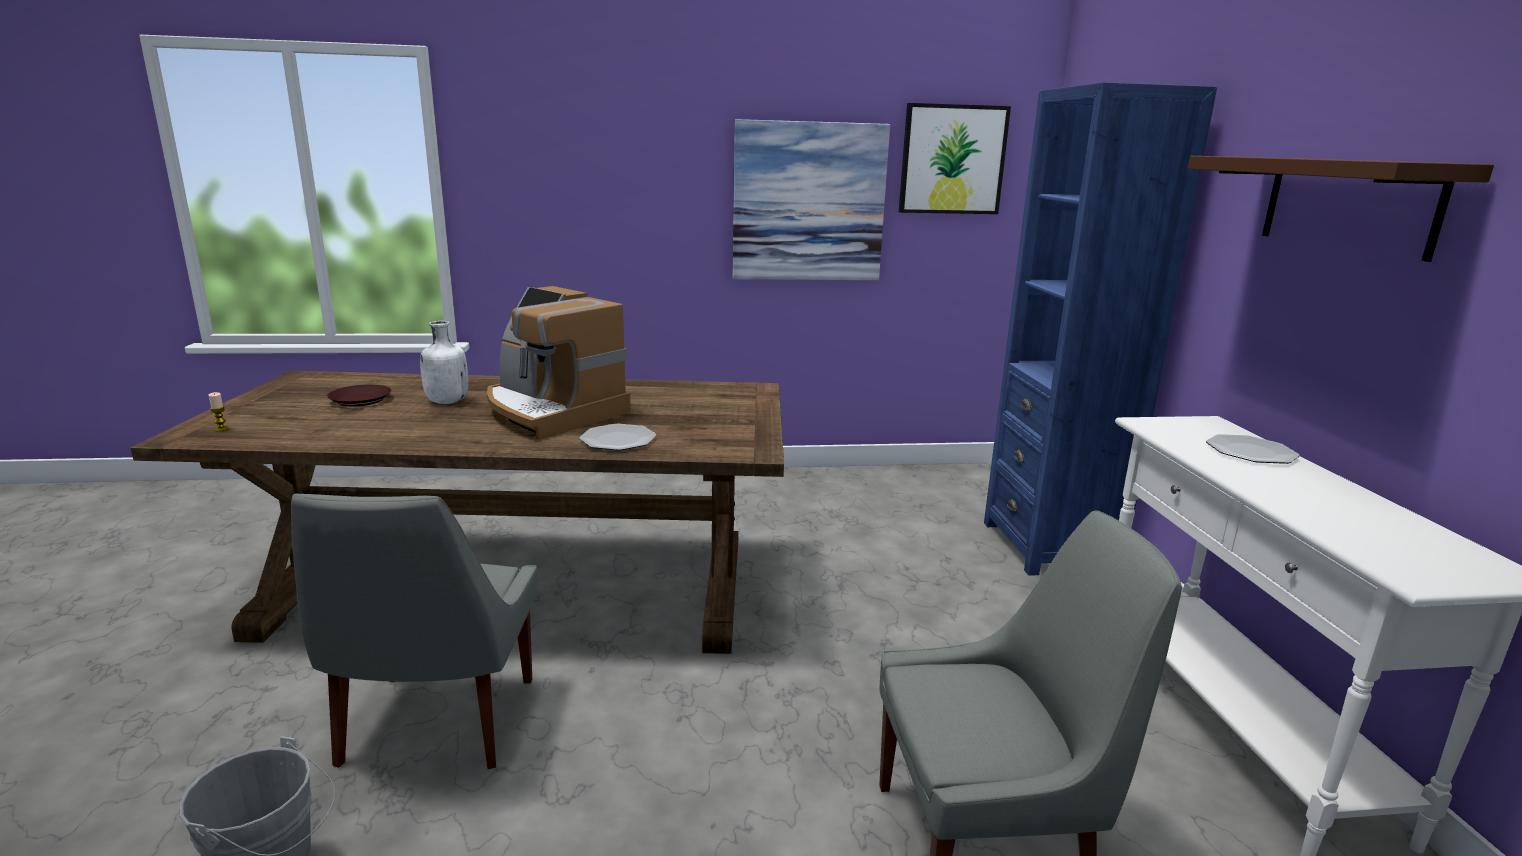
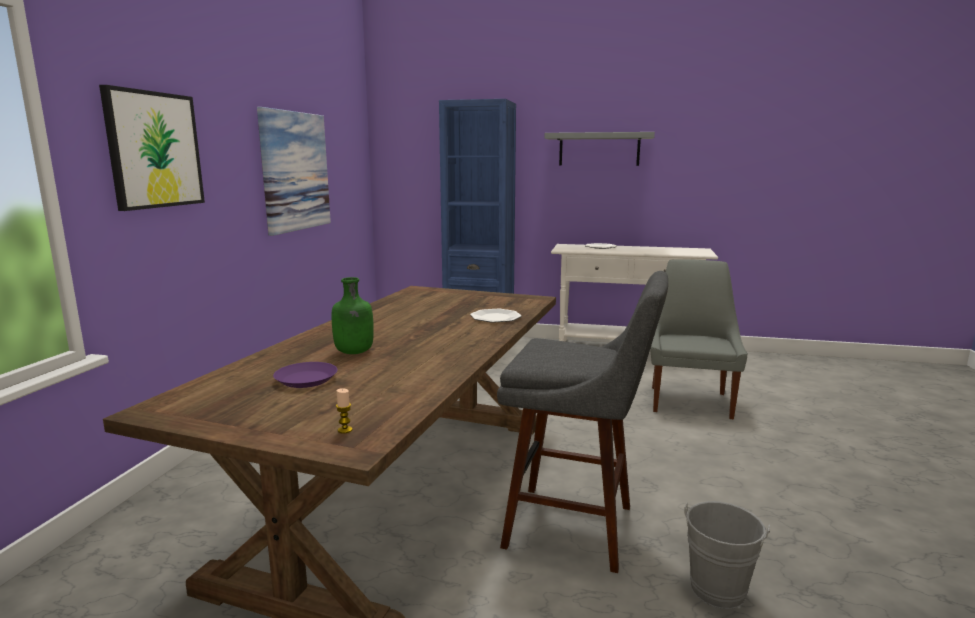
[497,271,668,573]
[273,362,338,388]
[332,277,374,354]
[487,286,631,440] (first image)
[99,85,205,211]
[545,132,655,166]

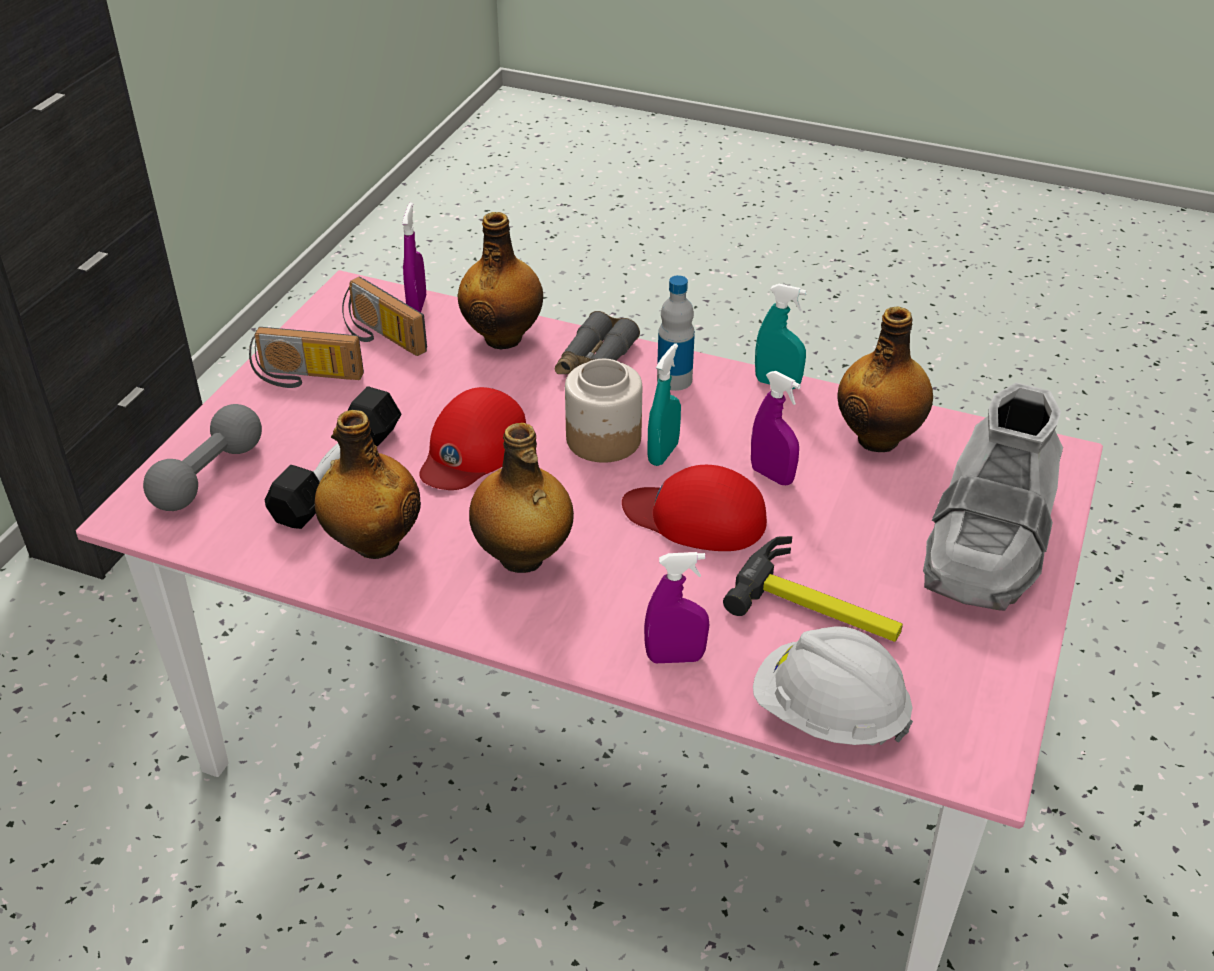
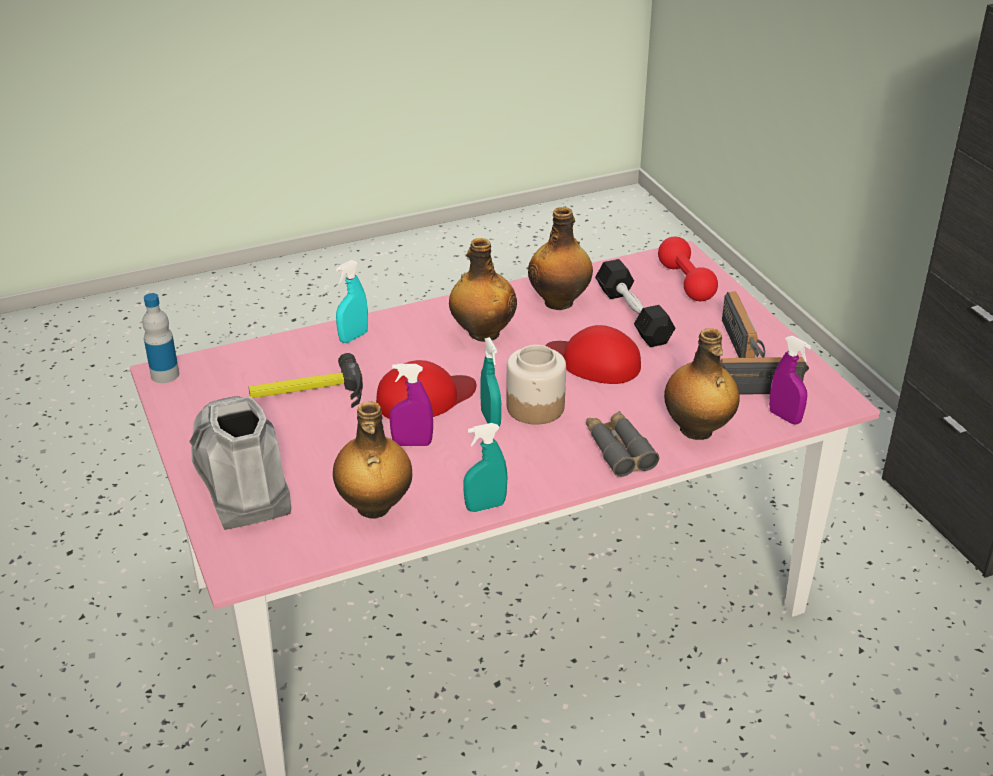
[658,237,718,301]
[722,292,765,358]
[545,325,641,384]
[336,260,368,343]
[142,293,179,383]
[753,626,913,745] (first image)

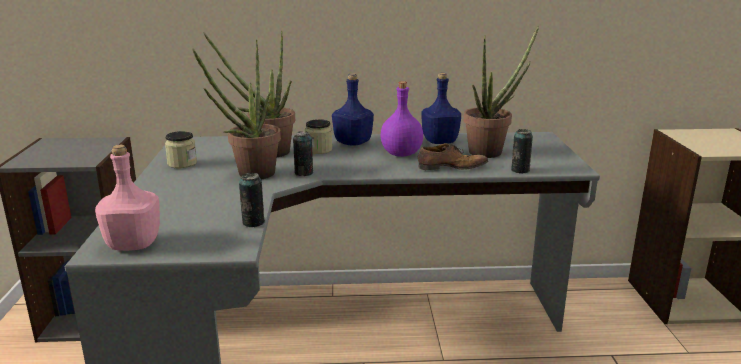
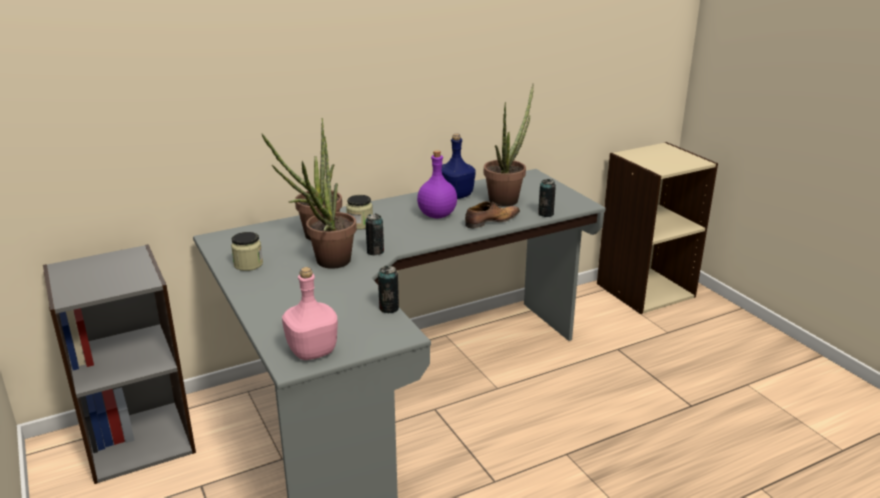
[332,73,374,146] (first image)

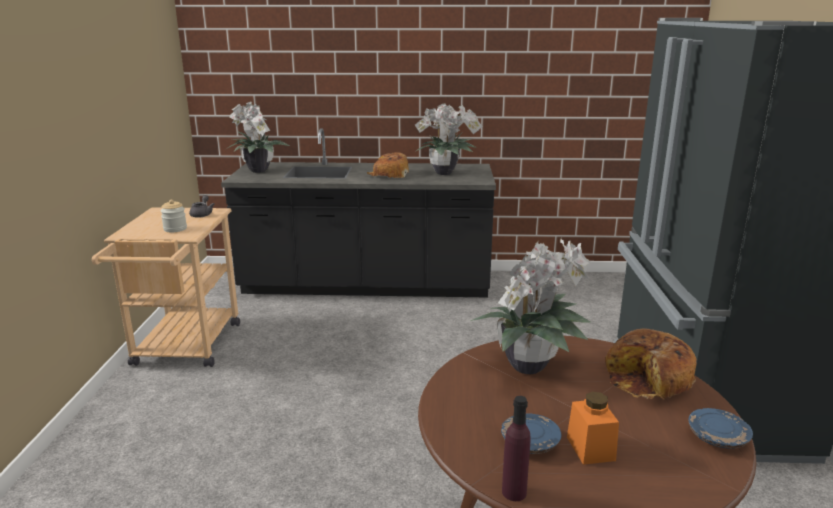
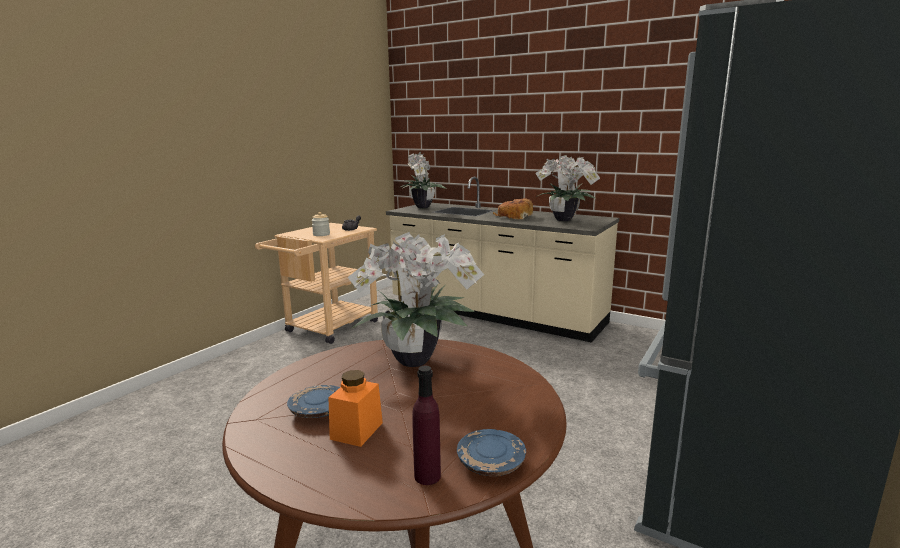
[386,177,619,343]
[412,366,441,485]
[605,329,697,399] (first image)

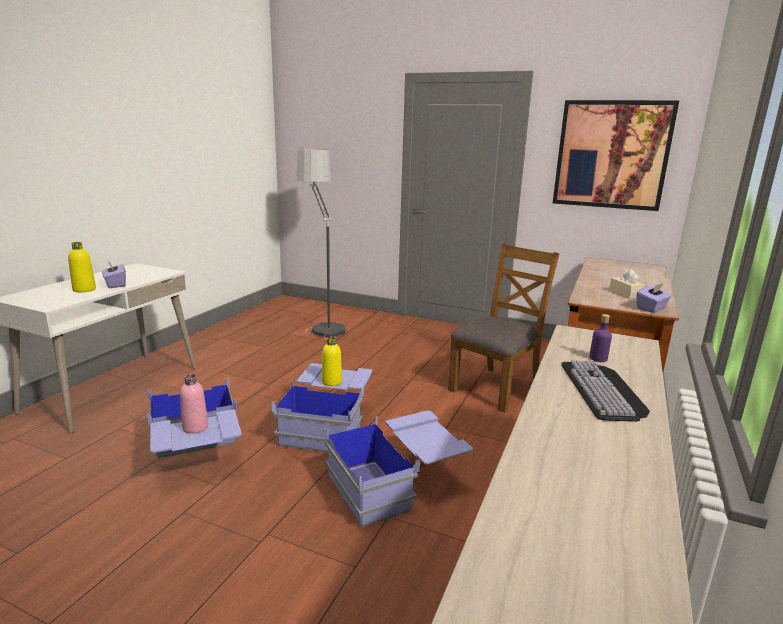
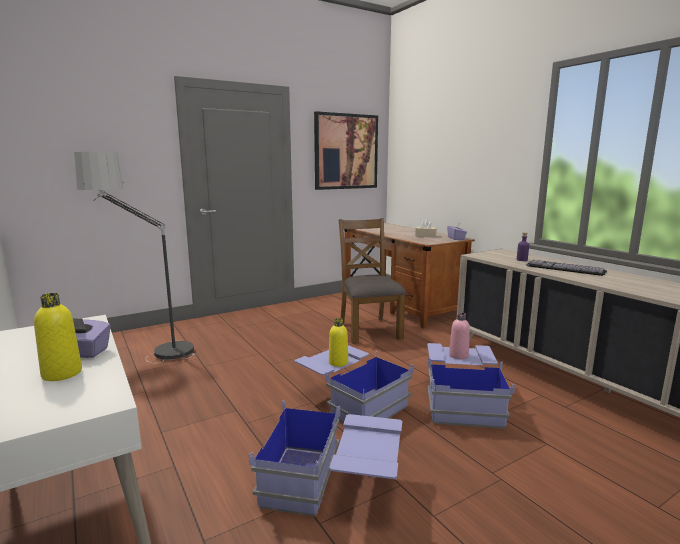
[449,313,470,359]

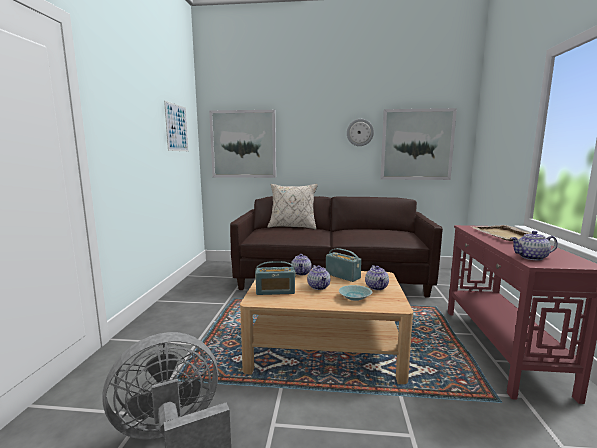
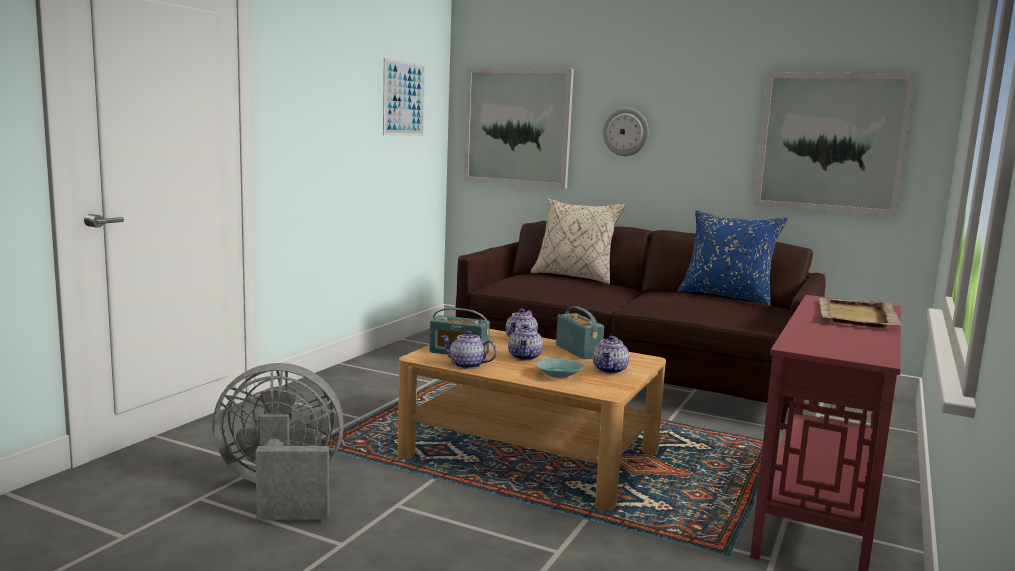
[603,108,649,156]
[441,330,497,369]
[678,210,787,307]

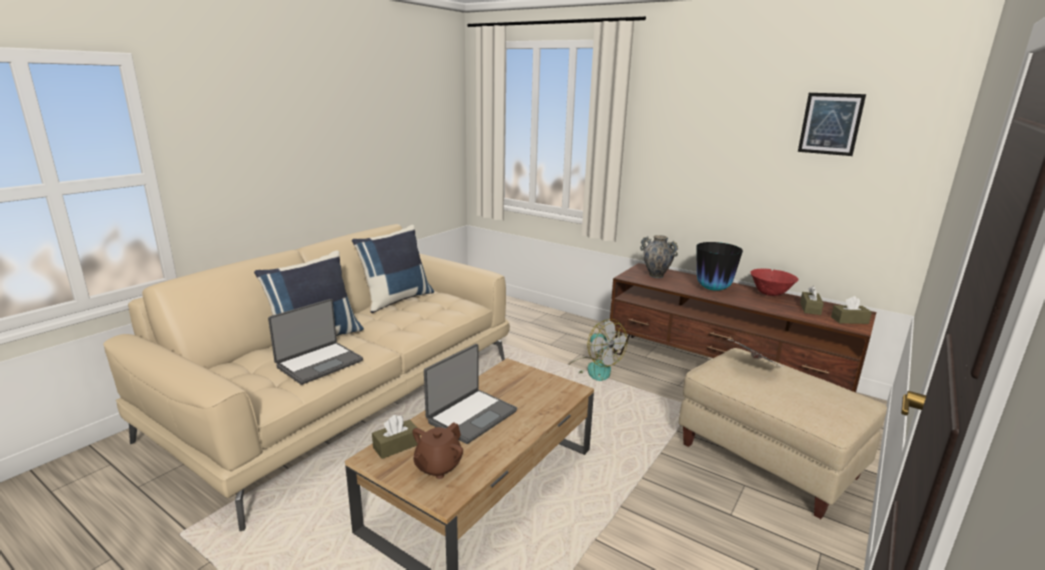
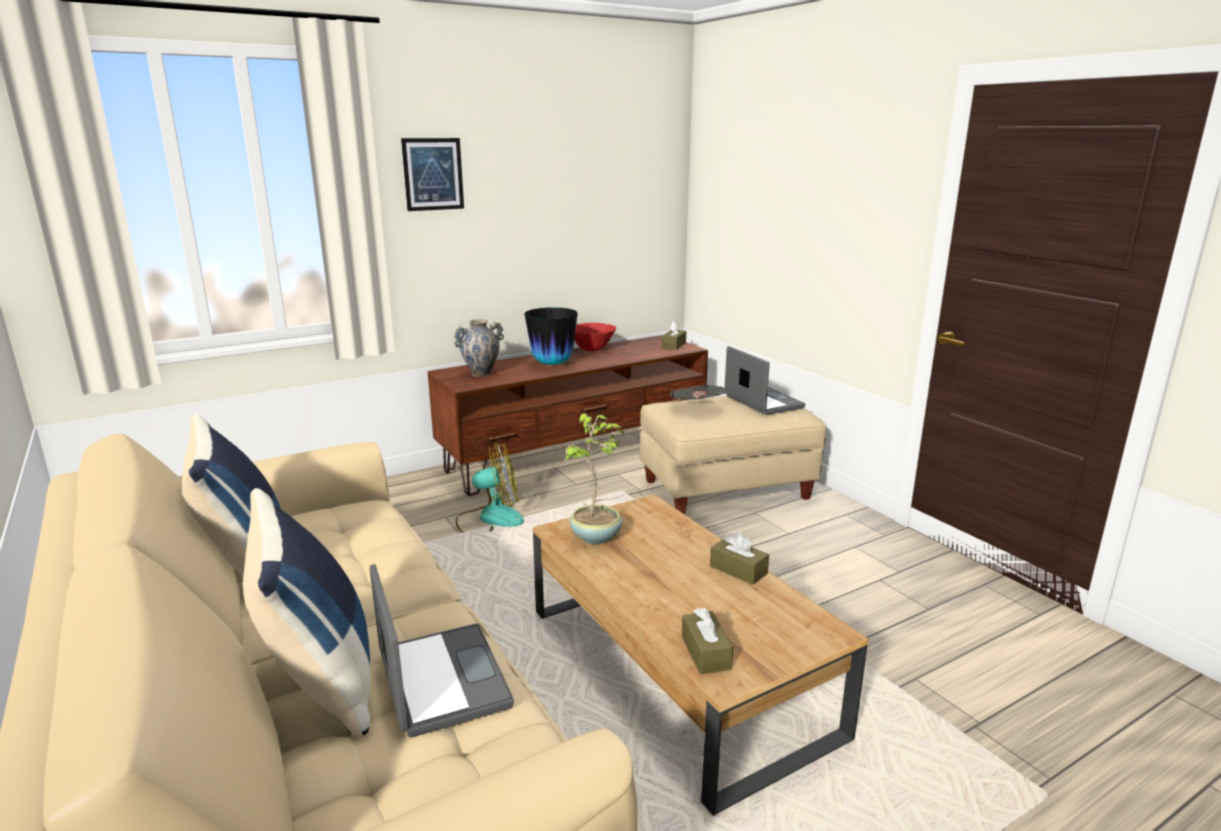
[412,422,463,479] (first image)
[725,346,805,415]
[401,138,464,211]
[710,532,769,585]
[565,413,625,544]

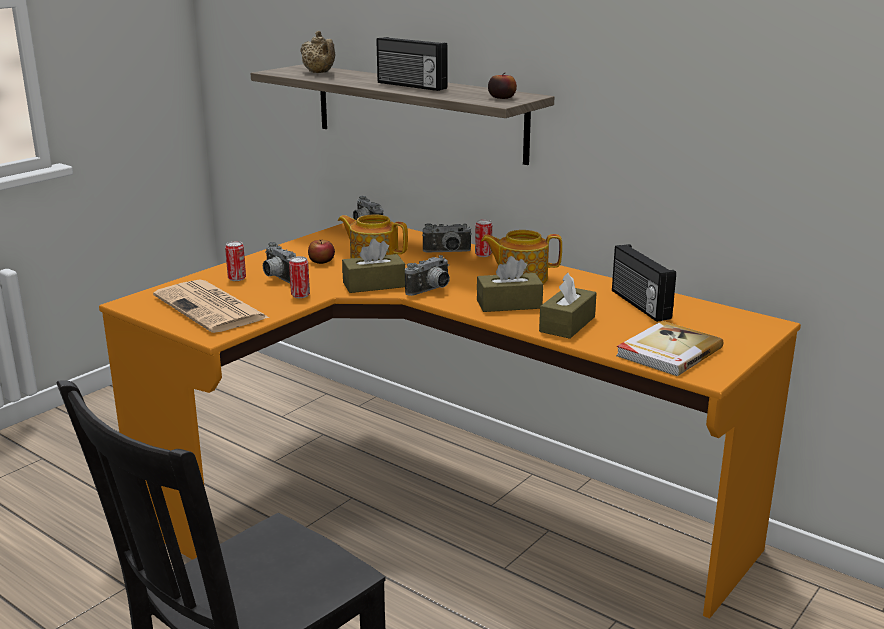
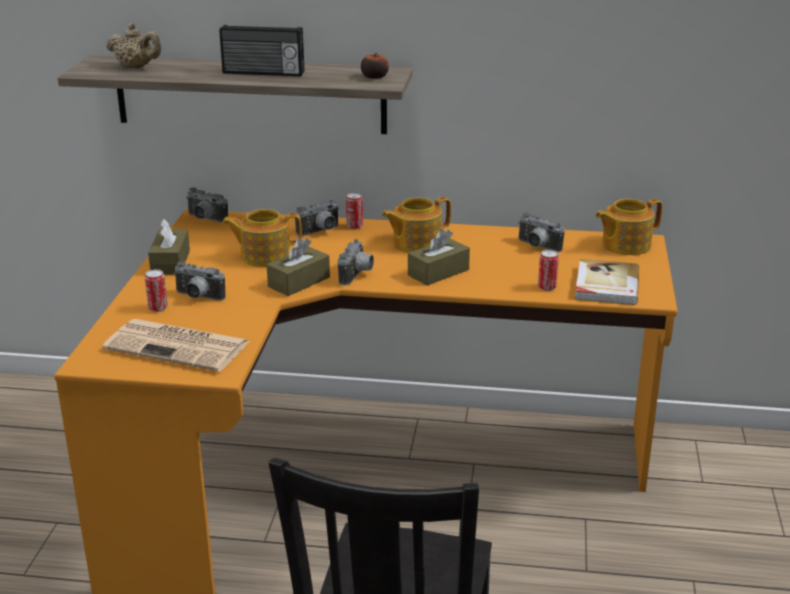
[538,250,559,291]
[308,240,335,264] (first image)
[148,218,190,275]
[518,212,565,252]
[595,199,663,255]

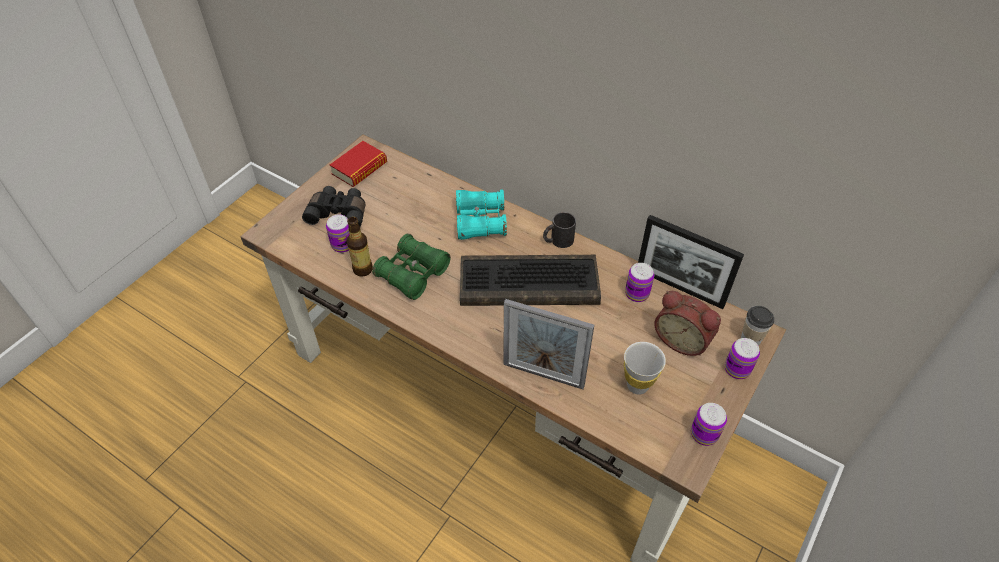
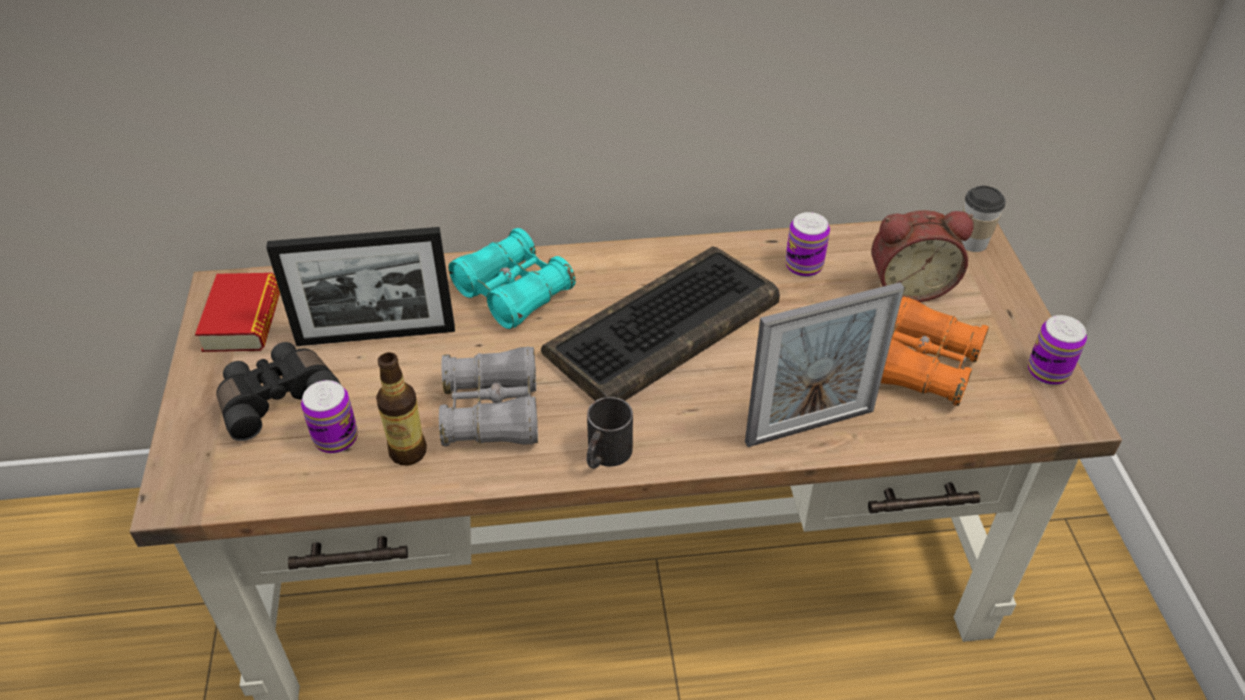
[439,347,538,446]
[587,397,633,469]
[881,297,989,406]
[266,227,455,346]
[725,338,760,379] (first image)

